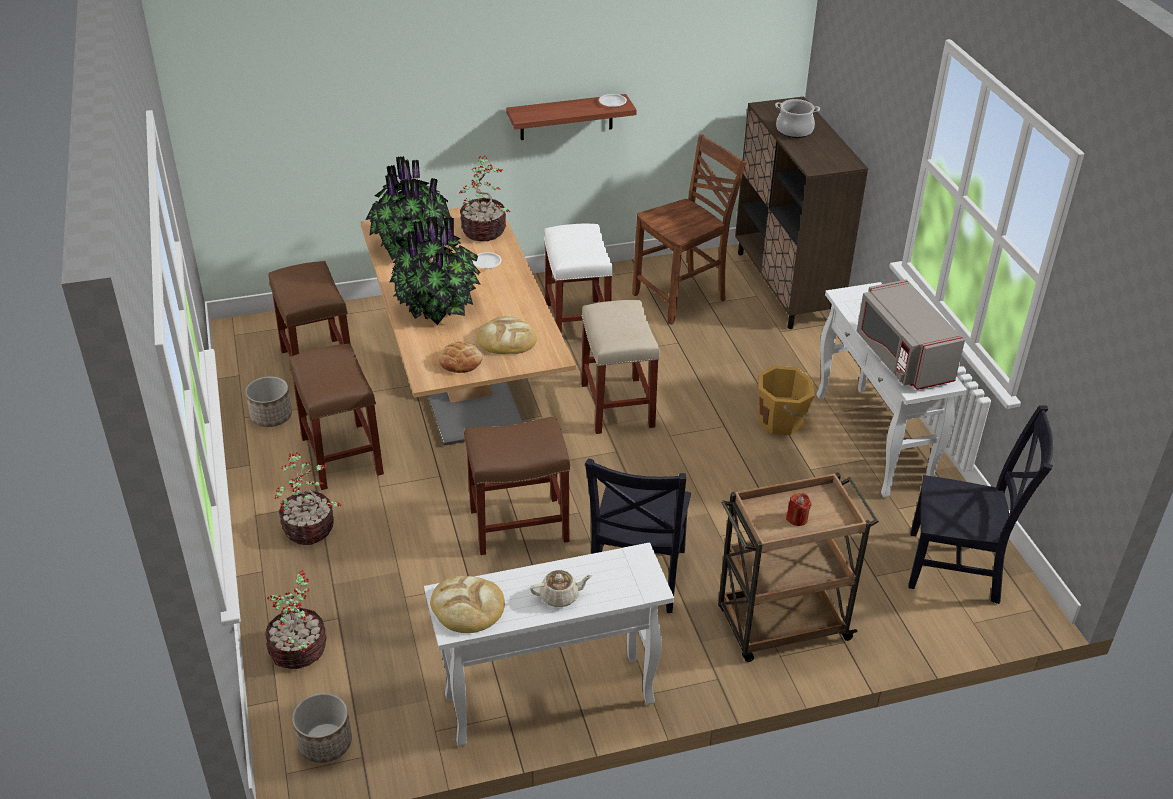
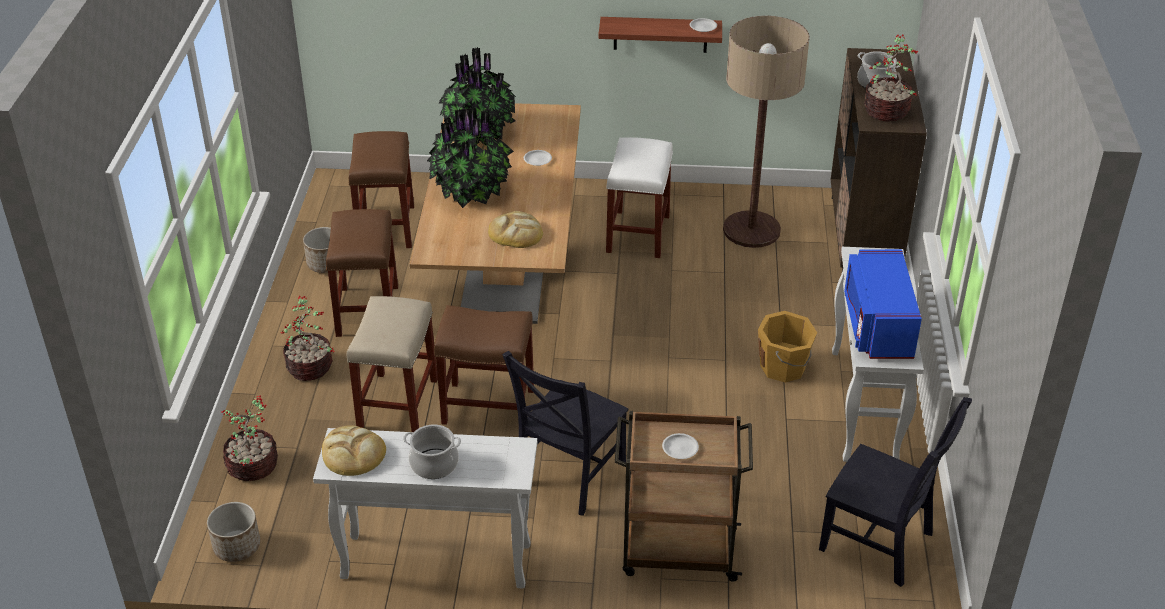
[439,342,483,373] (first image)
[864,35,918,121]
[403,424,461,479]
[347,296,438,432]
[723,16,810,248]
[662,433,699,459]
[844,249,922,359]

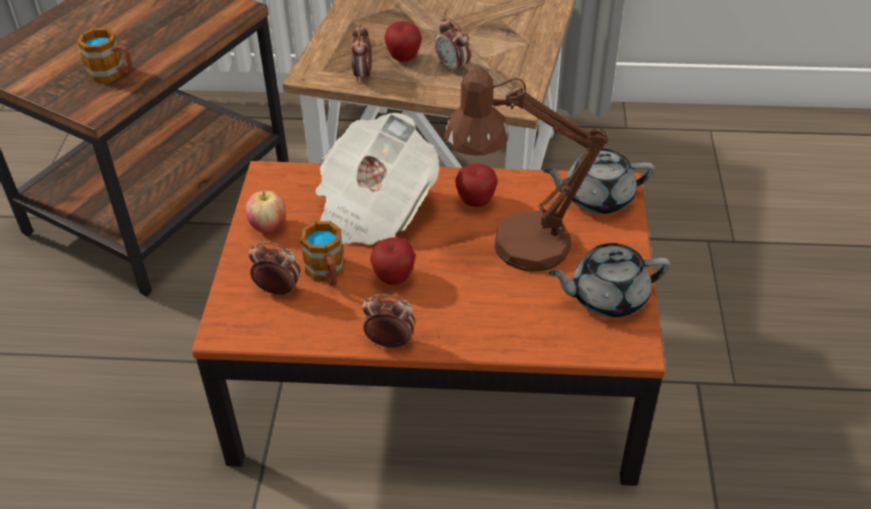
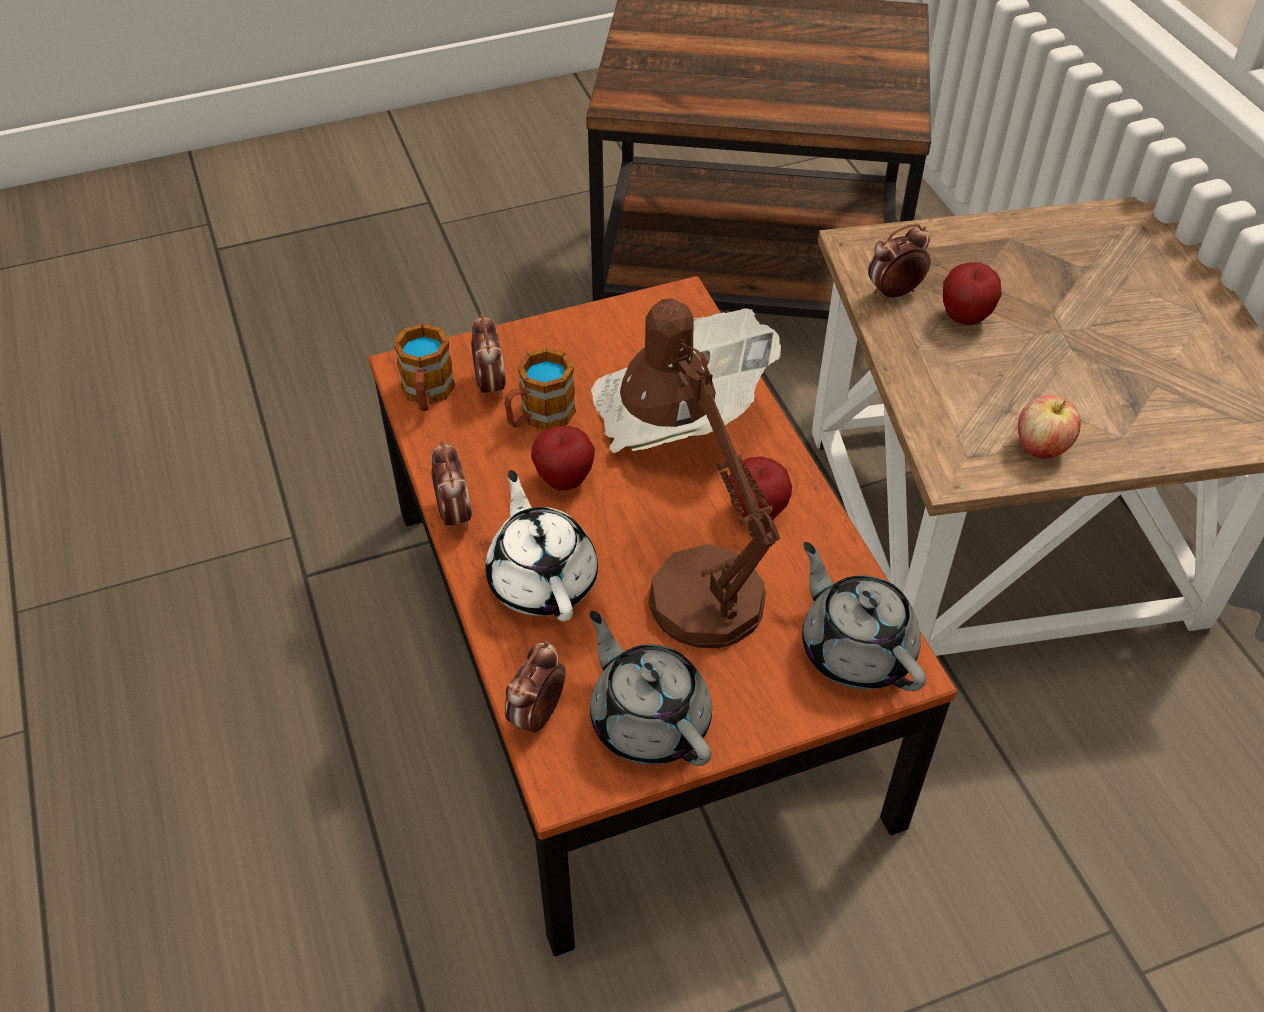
[393,323,455,411]
[1018,395,1081,459]
[505,641,566,735]
[485,470,598,621]

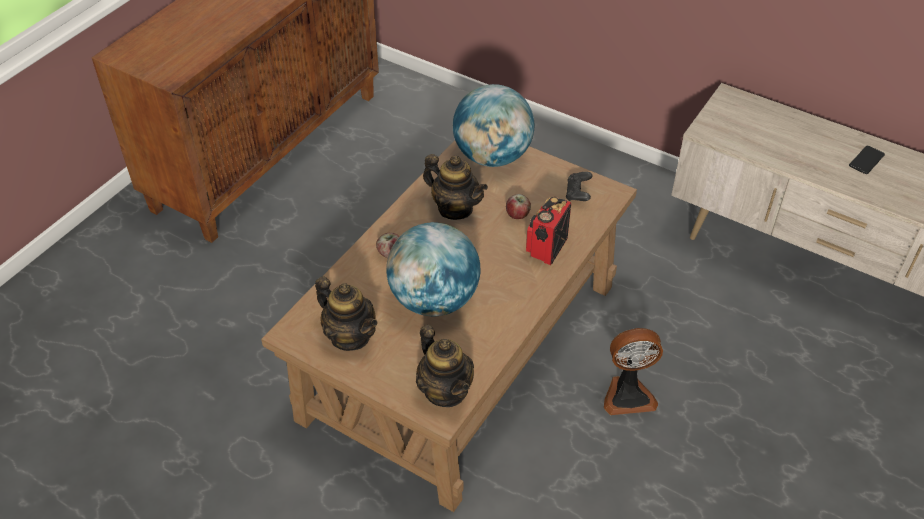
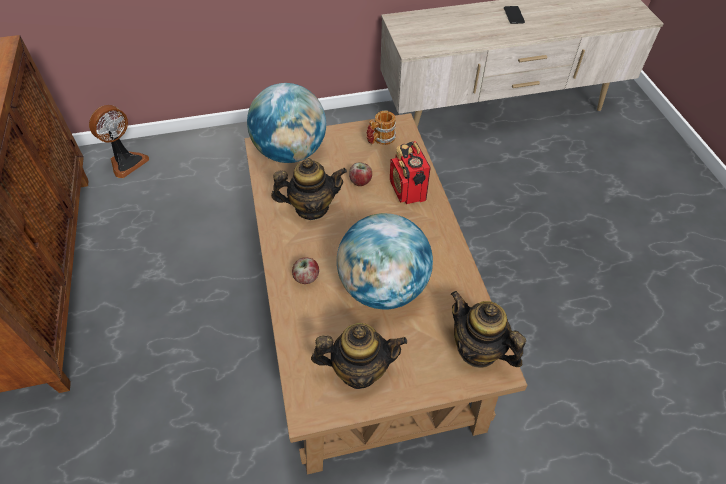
[451,291,526,368]
[366,110,396,145]
[89,105,149,178]

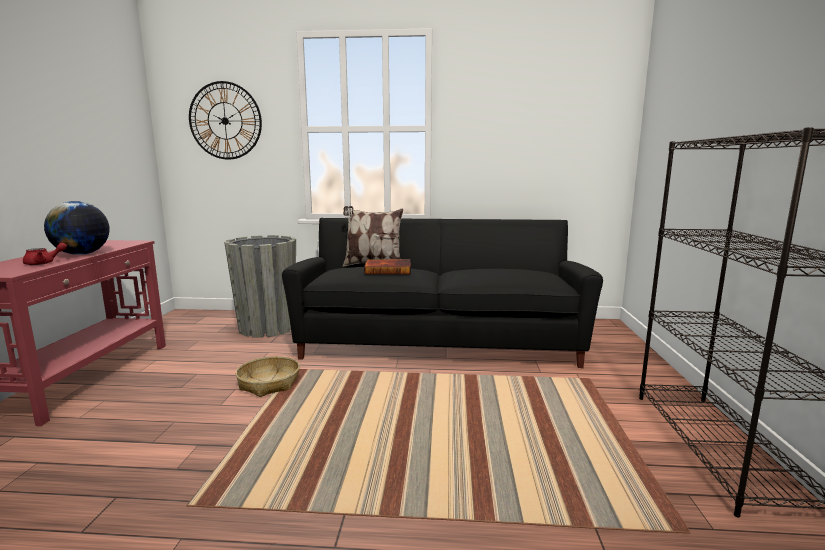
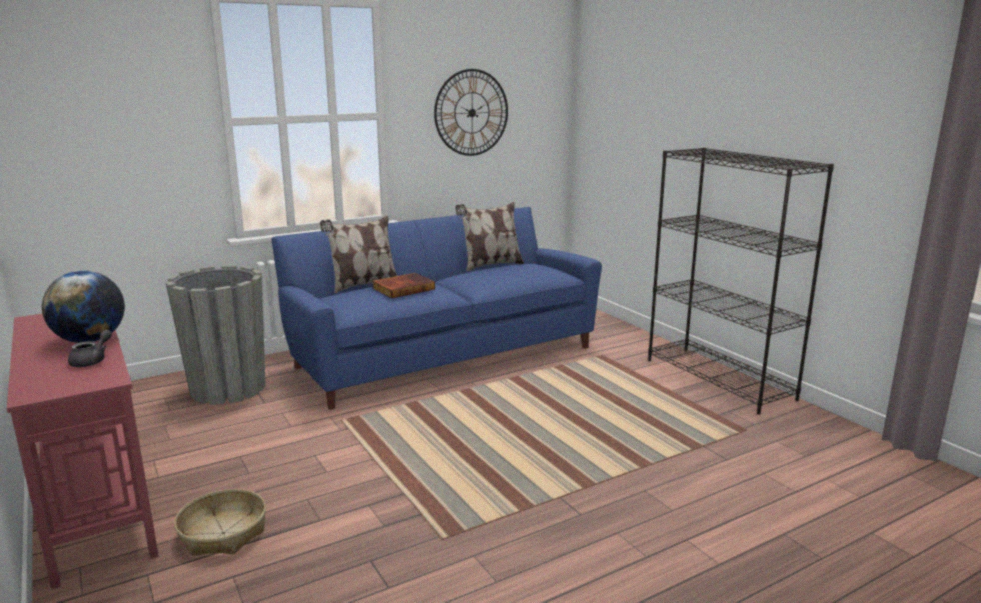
[68,330,112,367]
[434,69,508,156]
[174,489,266,556]
[271,207,602,410]
[455,202,524,271]

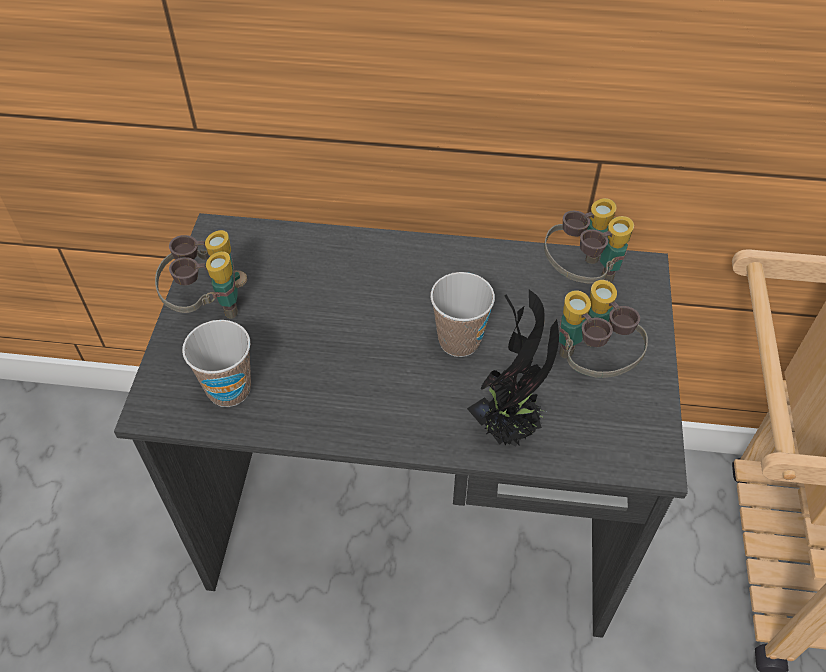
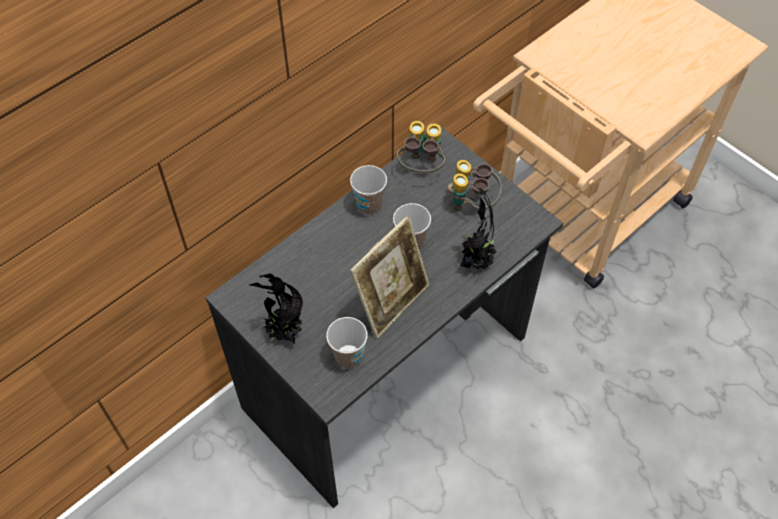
[249,274,303,345]
[350,165,387,215]
[350,216,430,339]

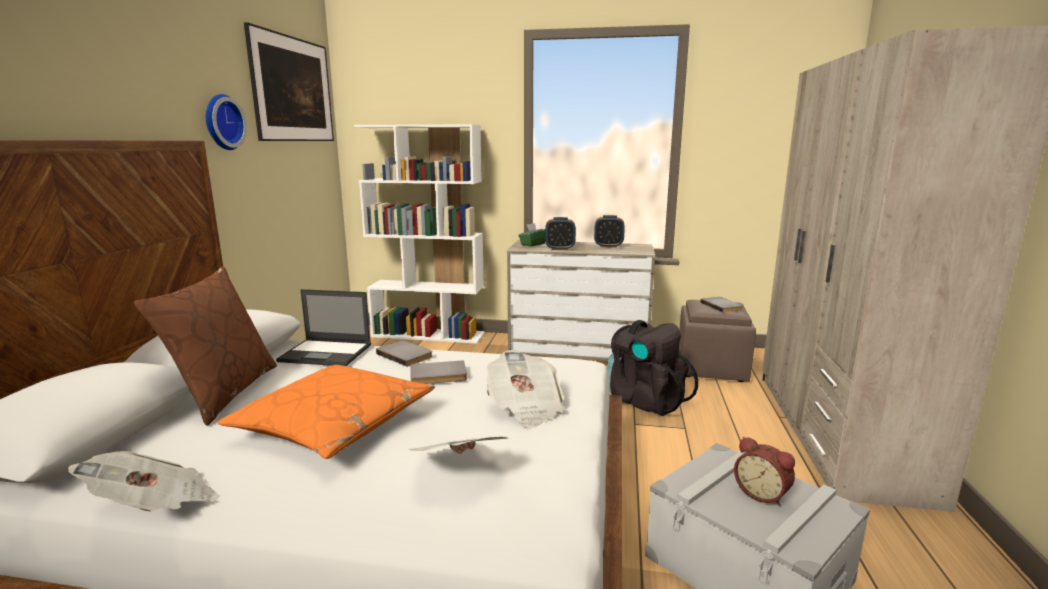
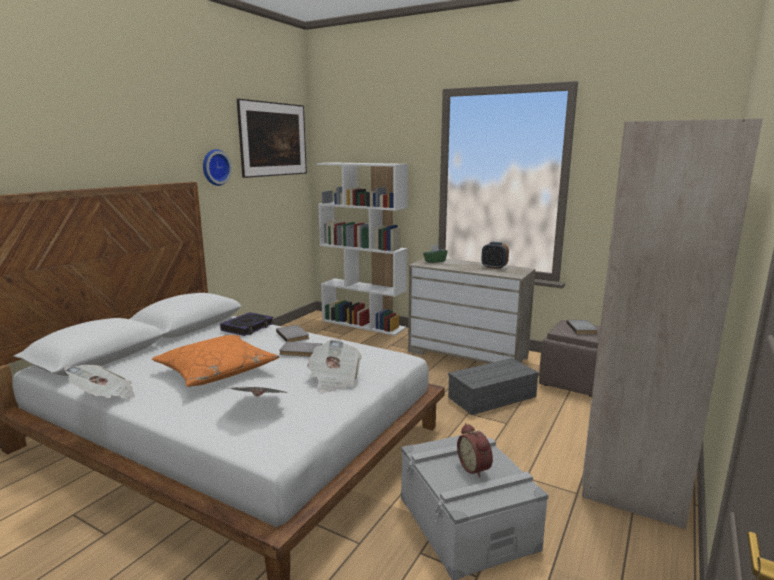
[134,266,277,426] (first image)
[220,312,274,336]
[545,217,576,250] (first image)
[448,358,539,415]

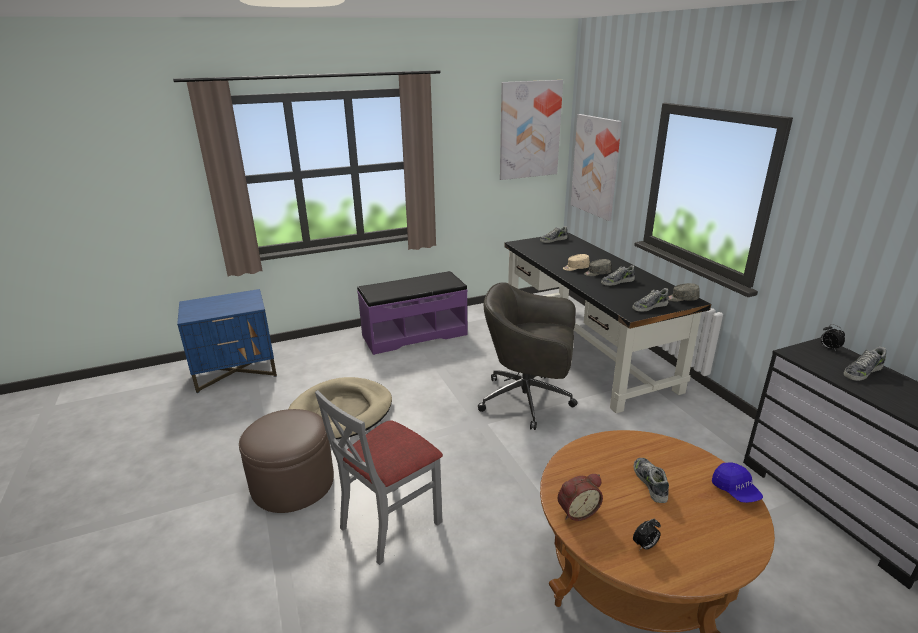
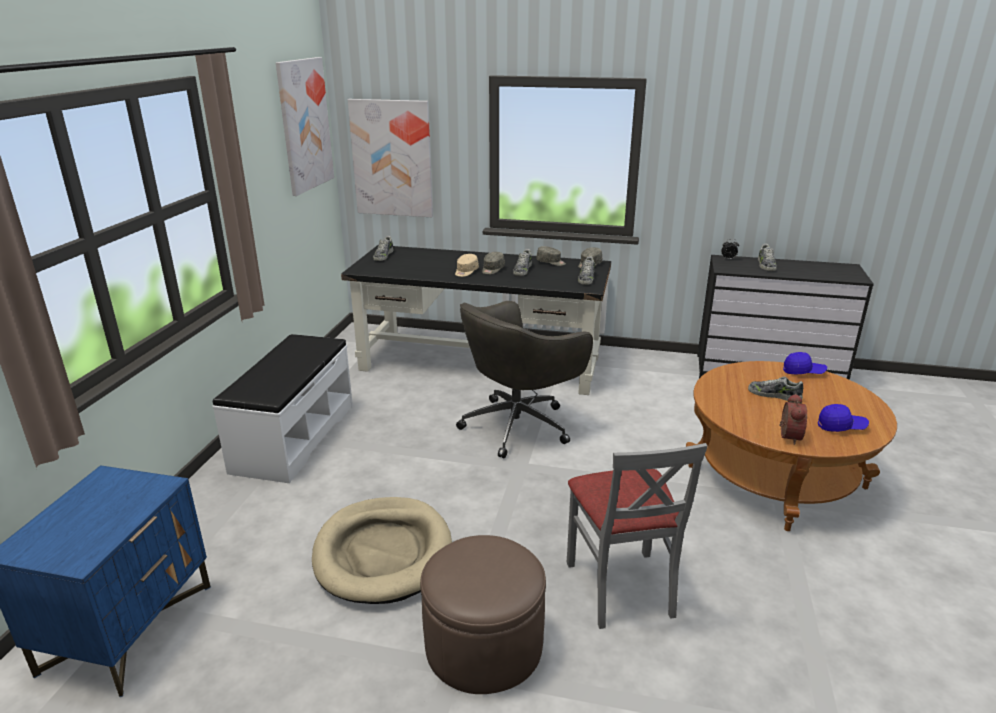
[213,334,353,483]
[818,404,869,432]
[536,246,566,266]

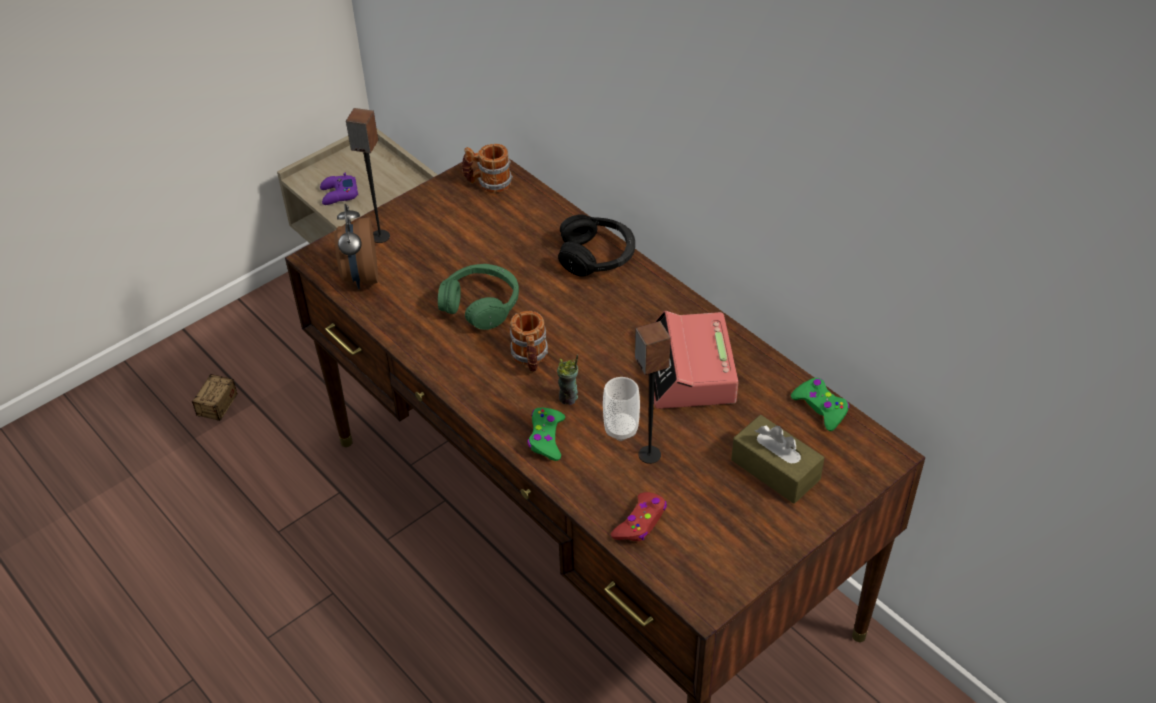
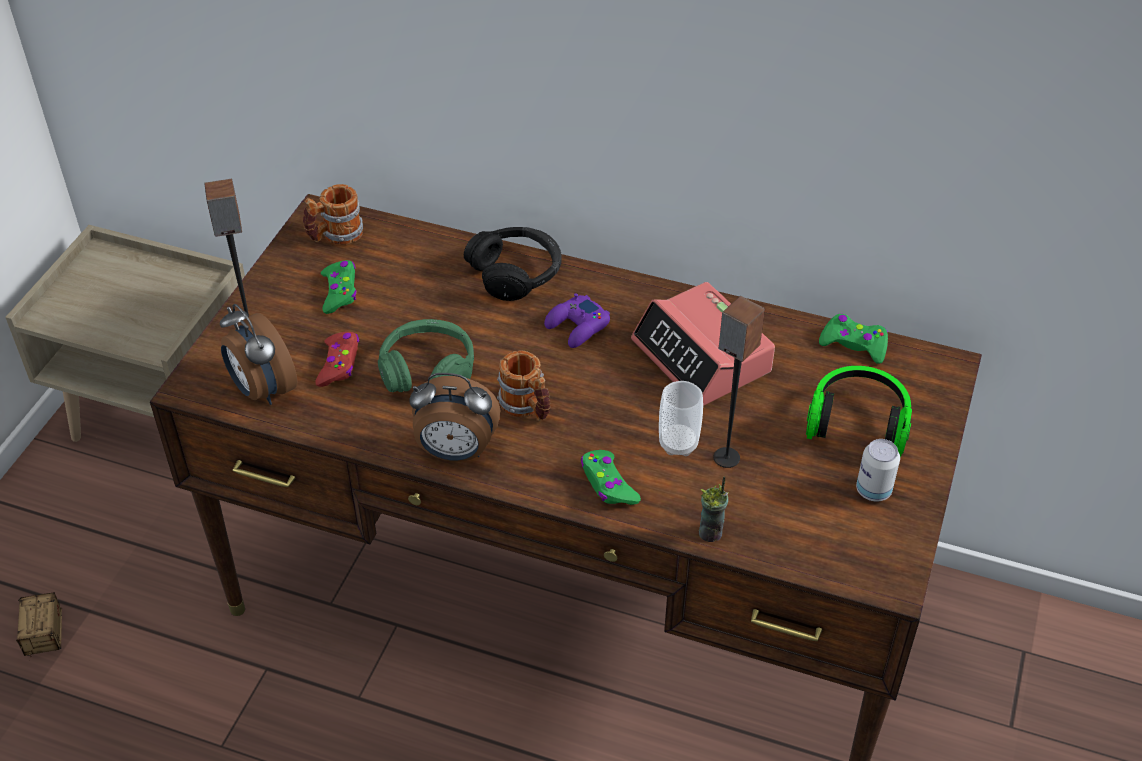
[544,293,610,348]
[699,477,728,542]
[315,332,359,387]
[806,366,912,457]
[321,260,357,314]
[409,373,501,462]
[856,439,900,501]

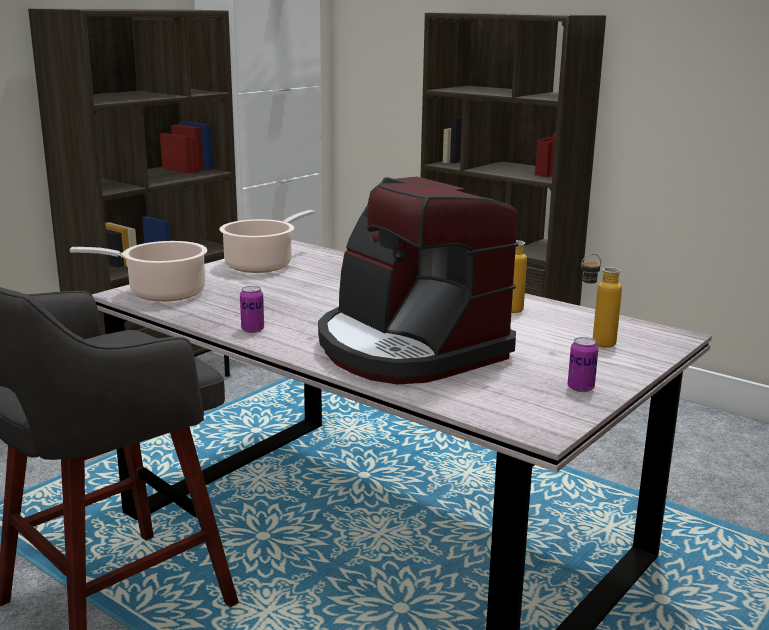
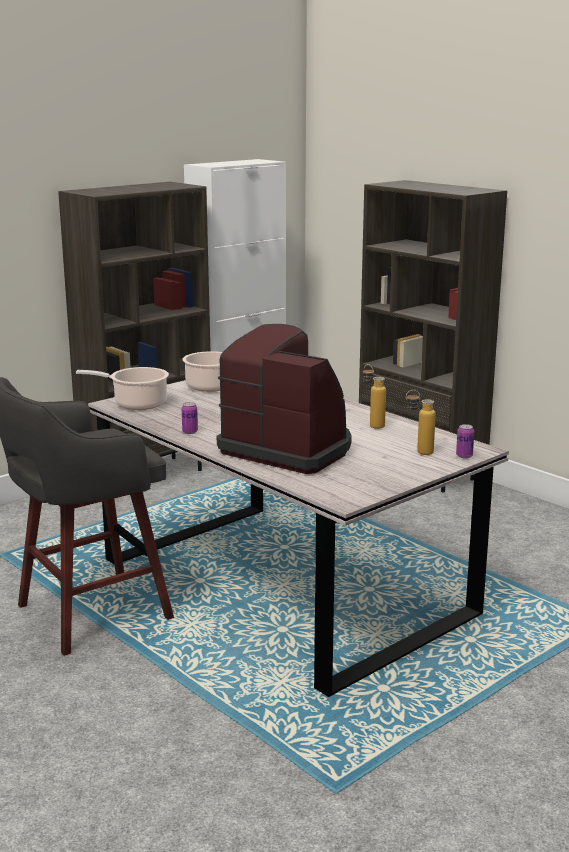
[217,324,352,474]
[456,424,474,458]

